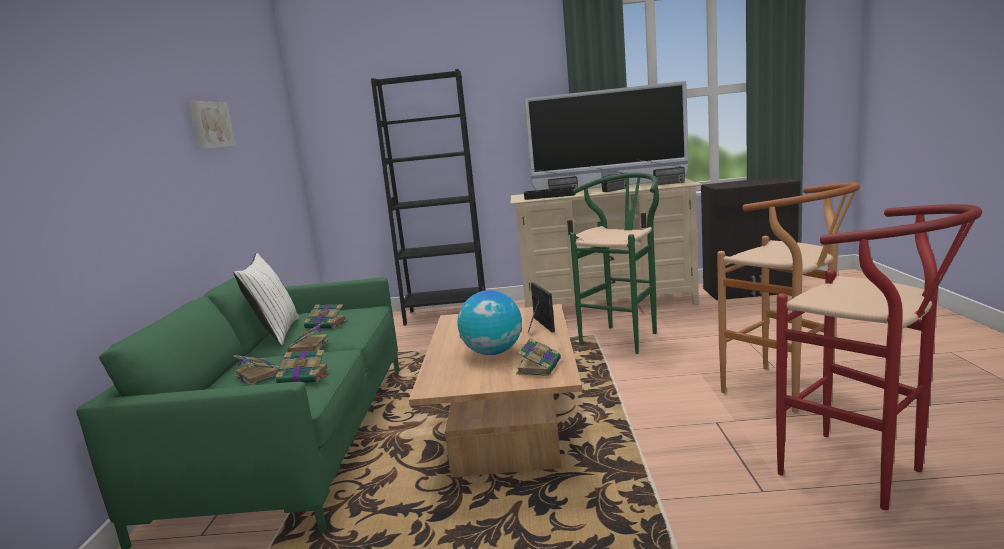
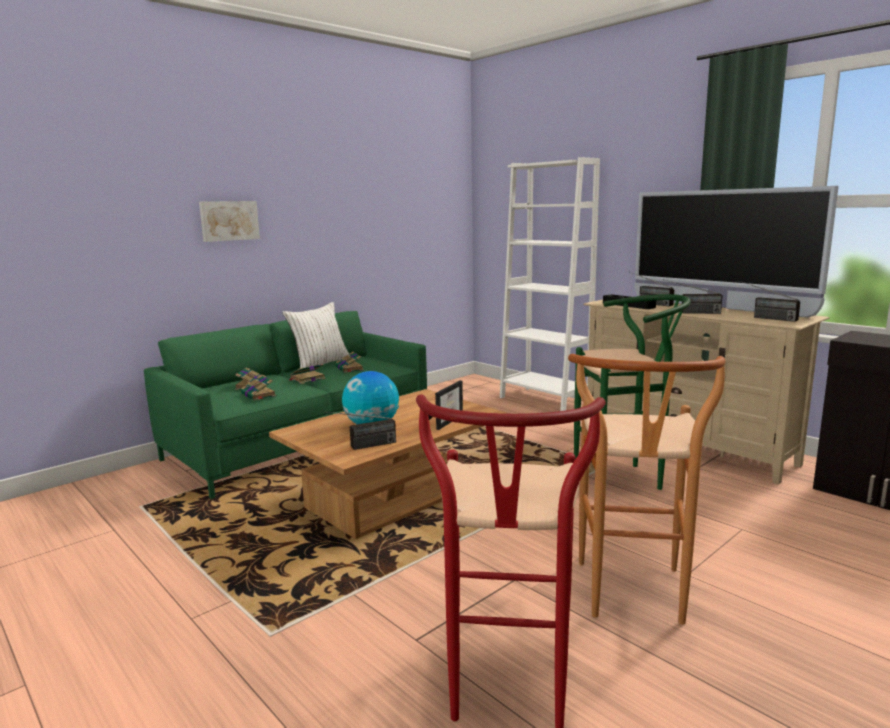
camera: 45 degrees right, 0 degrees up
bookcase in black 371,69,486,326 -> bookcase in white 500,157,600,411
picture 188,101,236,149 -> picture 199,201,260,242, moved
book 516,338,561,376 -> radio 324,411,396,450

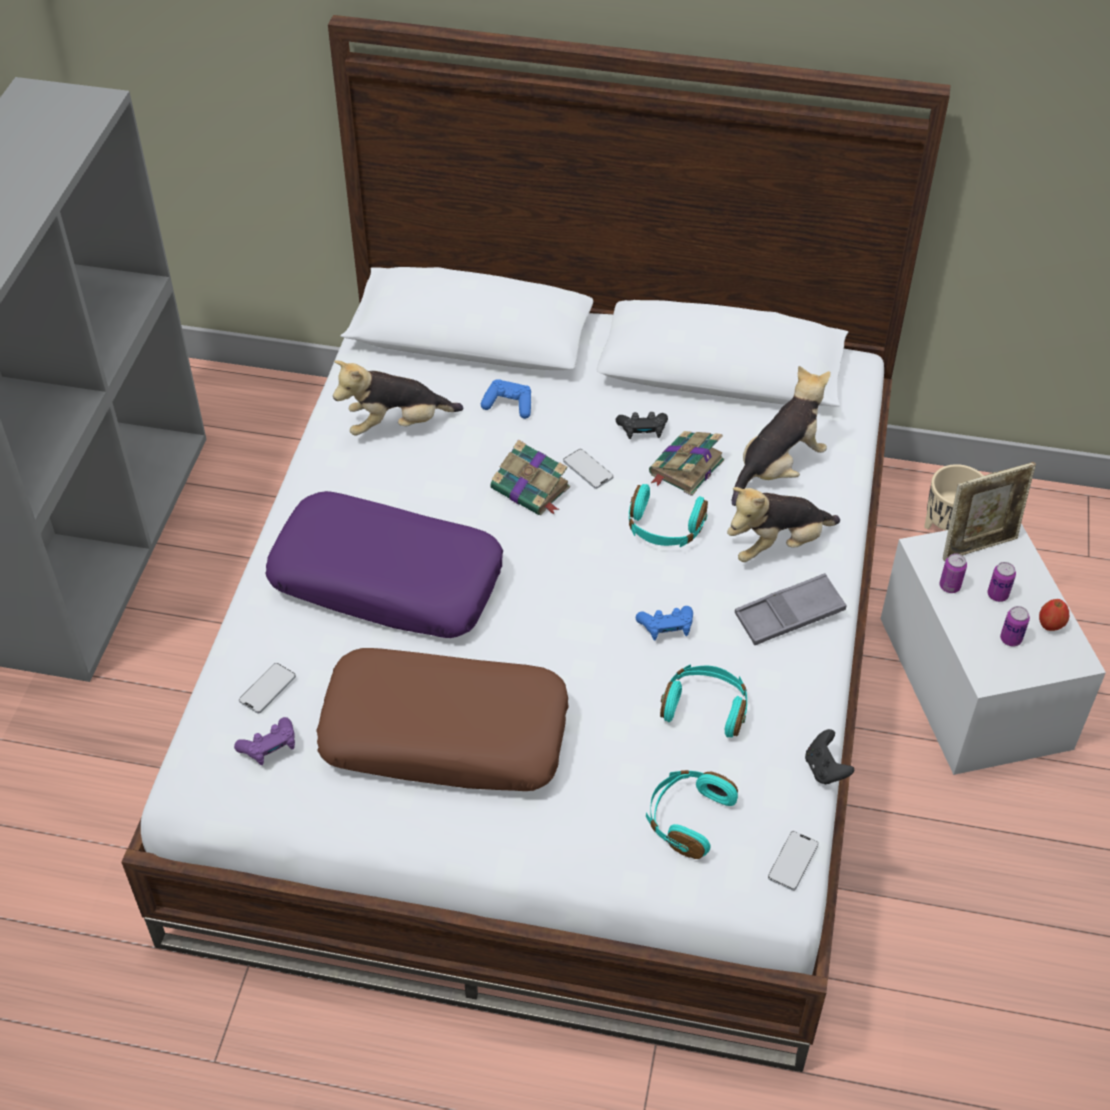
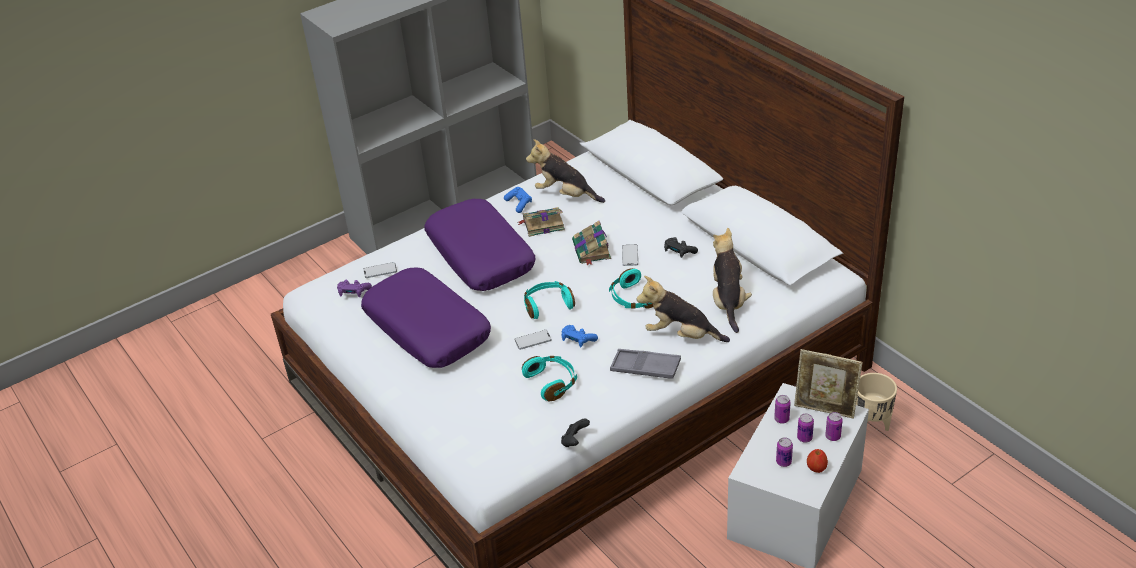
camera: 45 degrees right, 10 degrees down
plush toy 732,366,831,506 -> plush toy 713,228,752,333, 90 degrees counterclockwise
game controller in blue 481,379,531,419 -> game controller in blue 504,187,532,213, moved
book 649,431,724,496 -> book 518,207,565,237, moved
pillow in brown 316,648,569,791 -> pillow in purple 361,267,491,368
headphones in turquoise 646,770,738,859 -> headphones in turquoise 524,281,575,319, moved
phone 768,831,819,891 -> phone 514,330,552,350, moved
none -> can 825,412,843,441

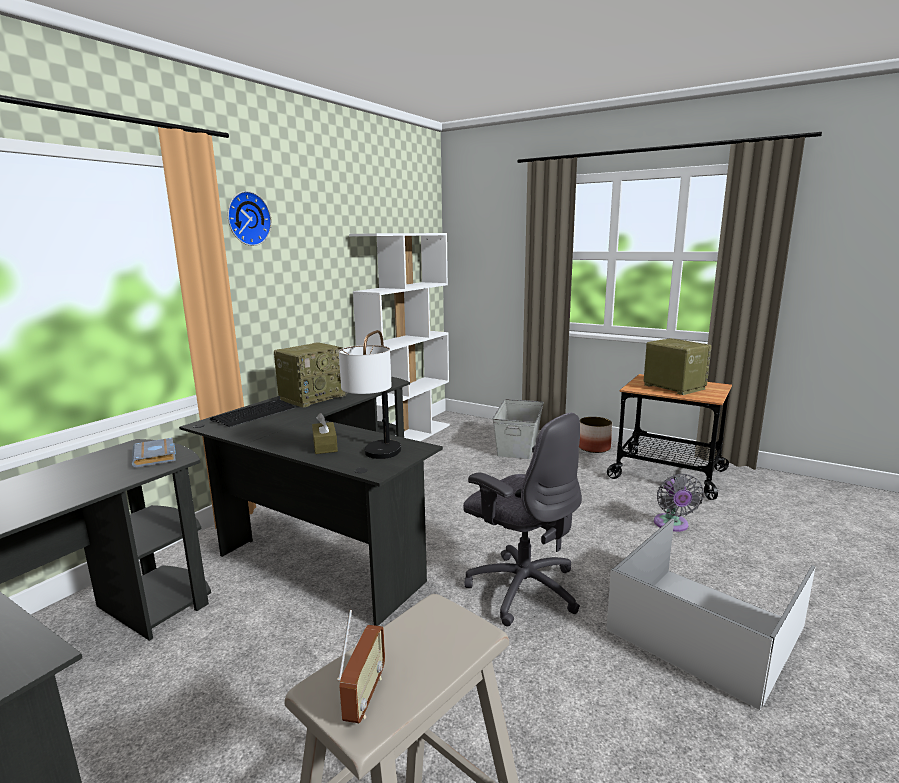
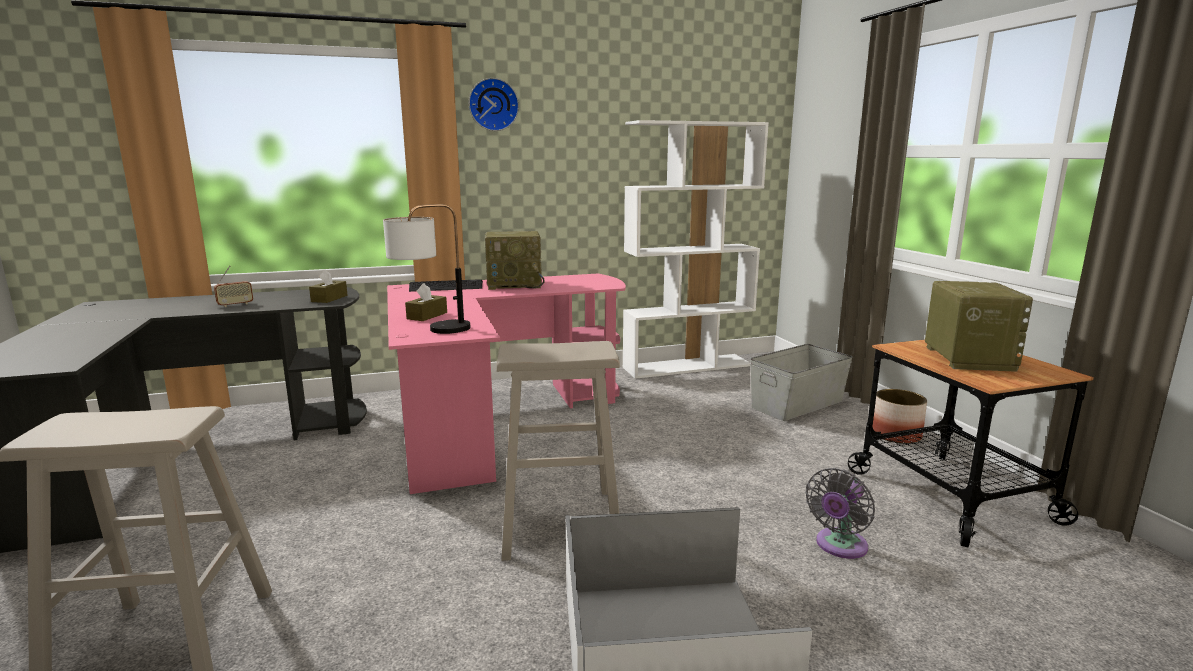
camera: 40 degrees right, 0 degrees up
desk in black 179,377,443,626 -> desk in pink 387,274,626,494
office chair in grey 463,413,582,626 -> stool in beige 497,341,620,561
book in grey 132,438,176,468 -> tissue box in brown 309,269,347,303
radio 337,610,385,723 -> radio 214,266,253,307, moved

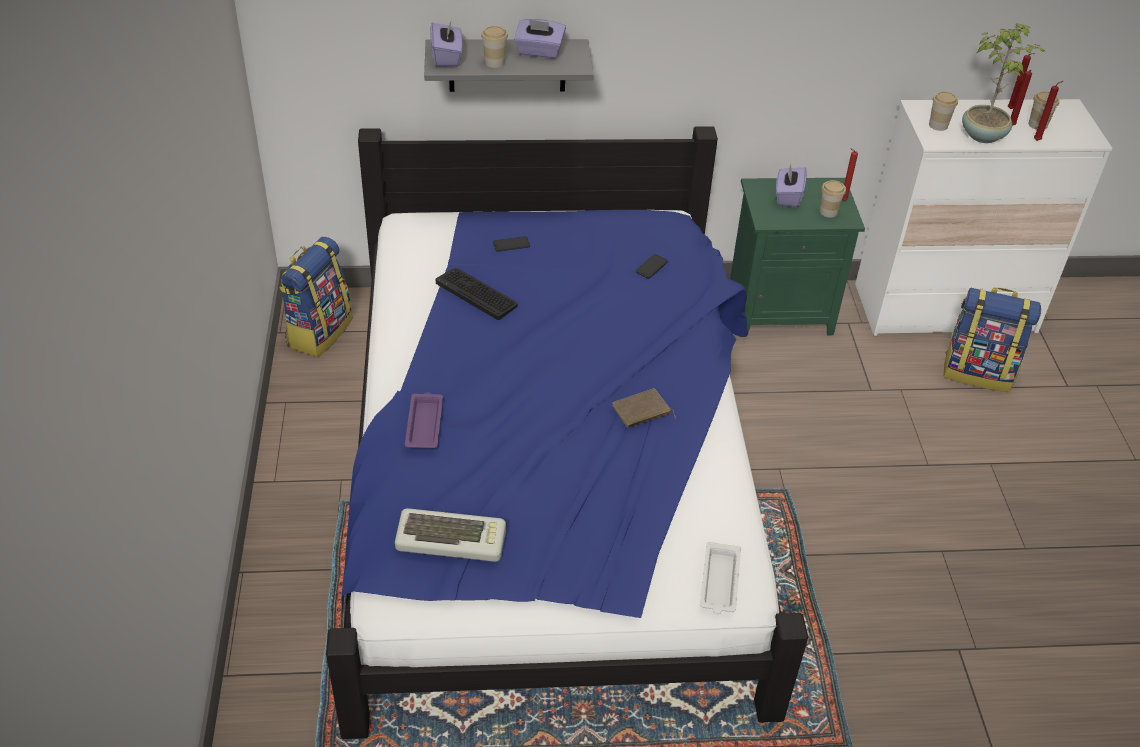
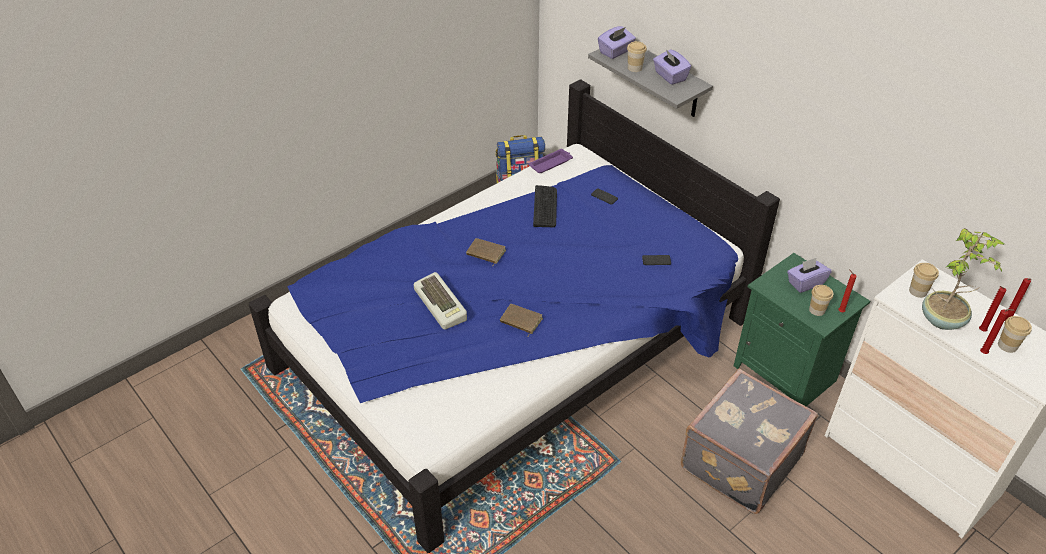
camera: 55 degrees right, 0 degrees up
backpack 944,287,1041,392 -> none
tray in purple 405,393,443,448 -> tray in purple 528,149,573,173, moved
keyboard 395,508,506,562 -> keyboard 414,272,467,330, moved
tray in white 700,542,741,614 -> none
none -> book in brown 466,238,506,265
none -> suitcase in grey 681,369,818,514

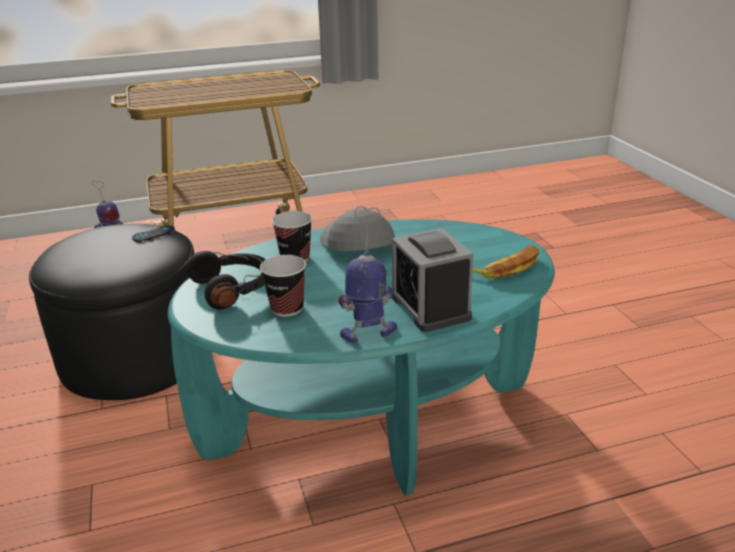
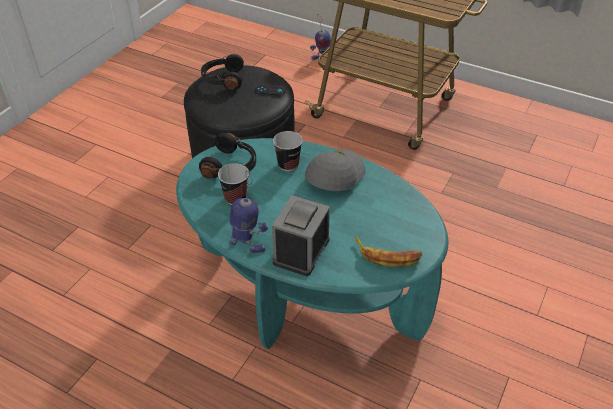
camera: 45 degrees right, 15 degrees up
none -> headphones in black 201,54,244,90

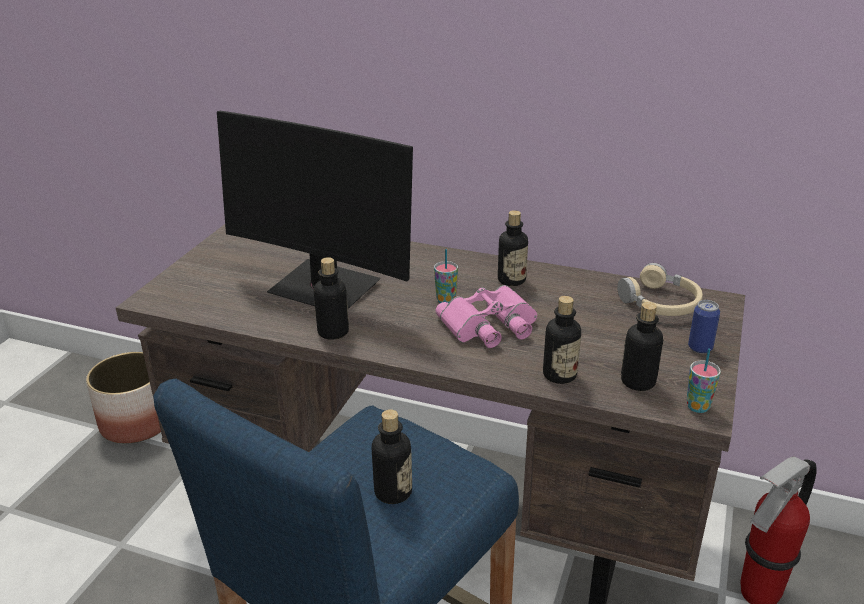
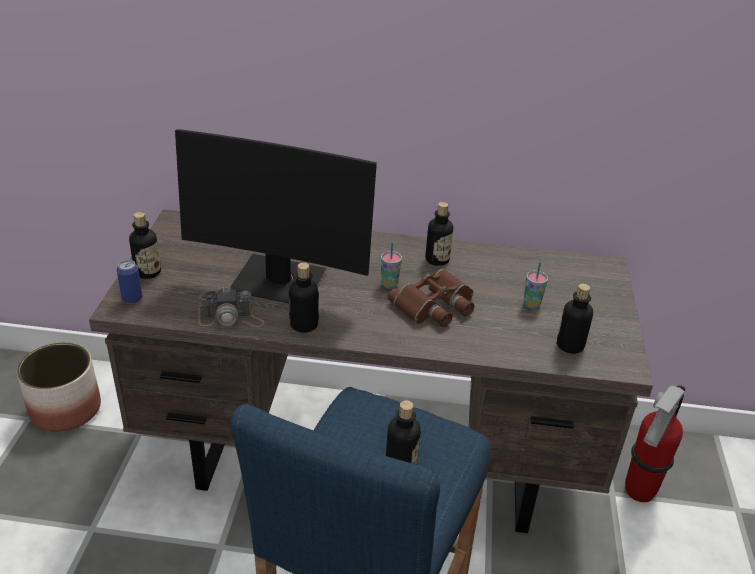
camera: 15 degrees left, 5 degrees up
headphones in beige 617,263,703,316 -> none
binoculars in pink 436,285,537,348 -> binoculars in brown 388,269,474,327
bottle 543,296,581,384 -> bottle 129,212,161,279, moved
can 688,300,720,354 -> can 117,260,143,304, moved
cup 686,349,721,413 -> cup 524,262,548,309, moved
none -> photo camera 198,287,264,327

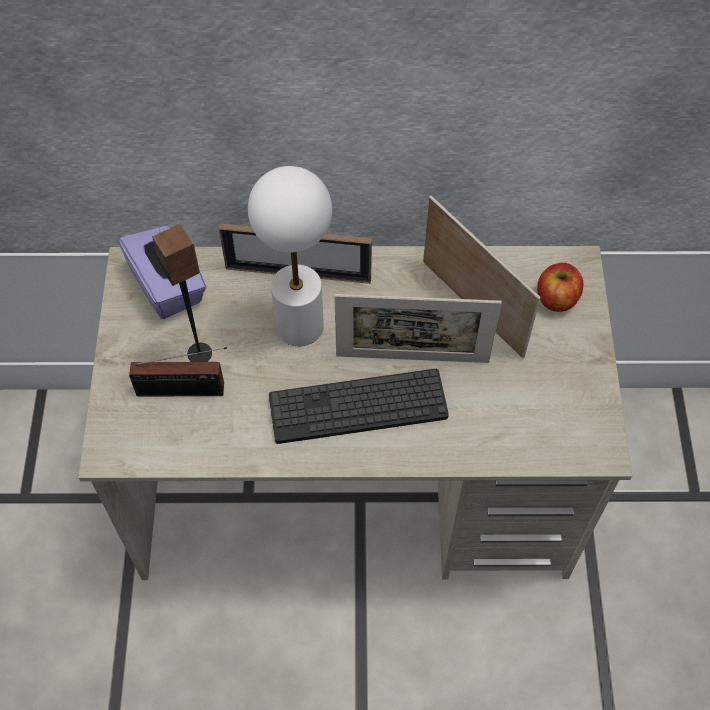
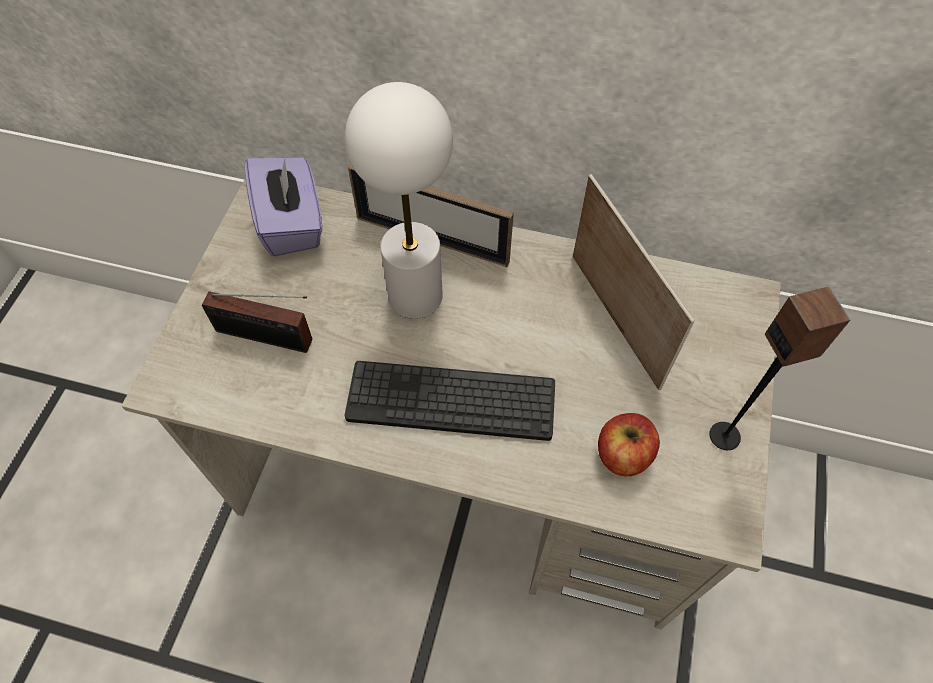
camera: 15 degrees right, 0 degrees up
speaker 152,224,212,362 -> speaker 709,287,850,450, moved
apple 537,263,583,312 -> apple 598,413,660,476, moved
picture frame 334,294,502,363 -> none

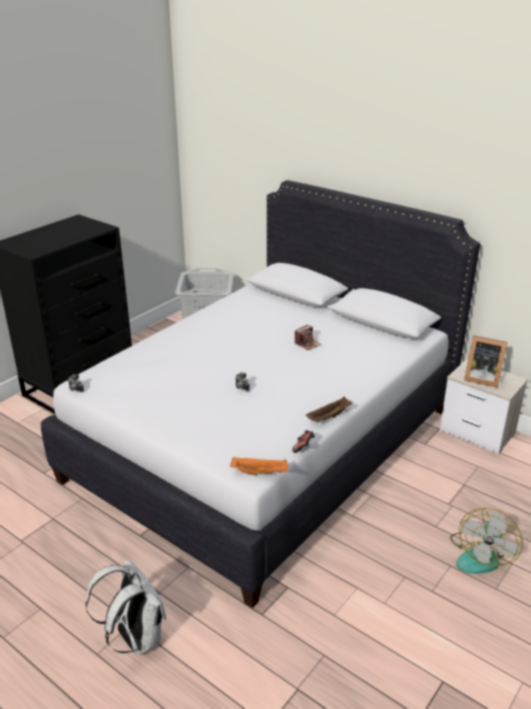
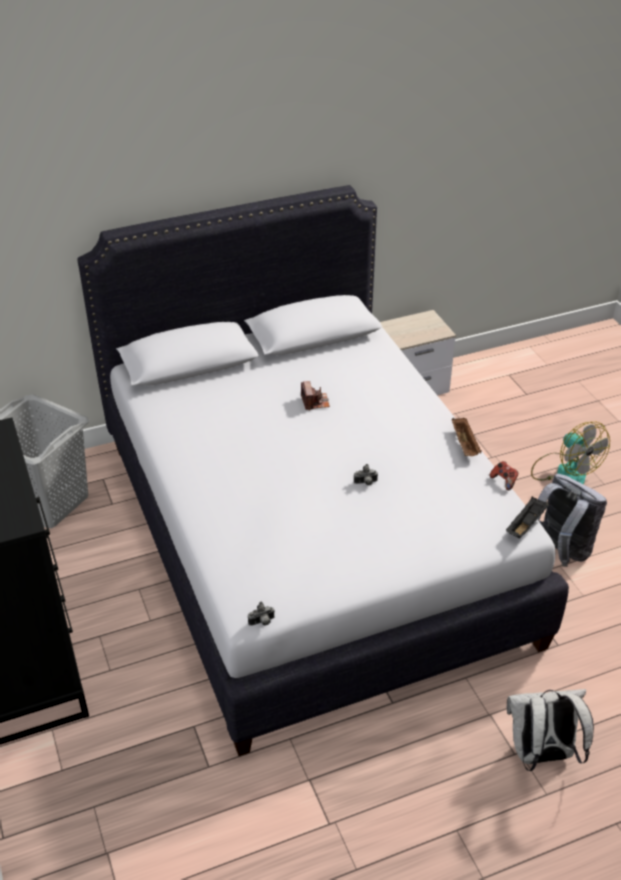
camera: 60 degrees left, 10 degrees up
picture frame 464,335,507,388 -> none
tray in orange 230,457,288,476 -> tray in black 506,497,551,538
none -> backpack in grey 538,473,607,567

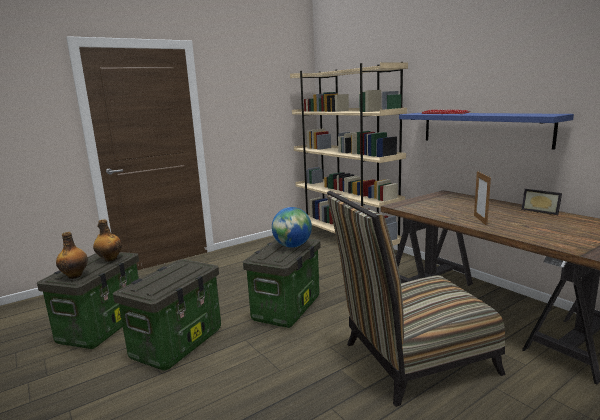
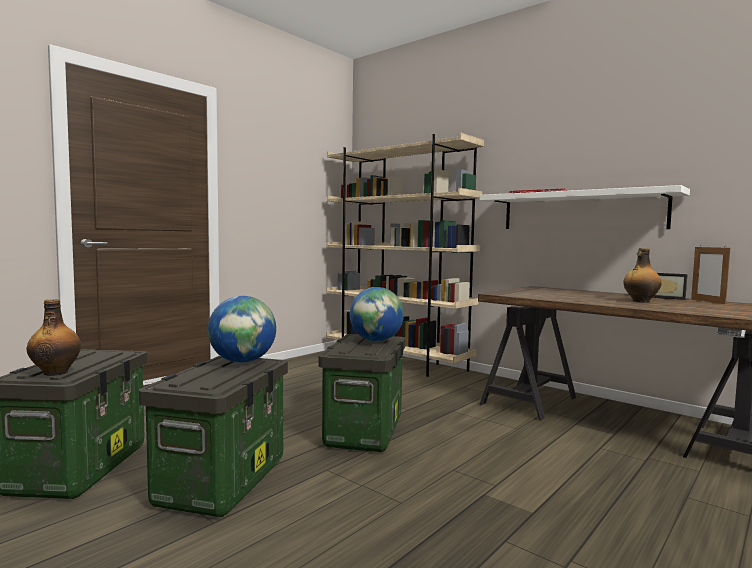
camera: 15 degrees left, 10 degrees down
shelf in blue 399,113,574,150 -> shelf in white 480,185,690,229
picture frame 474,171,491,226 -> picture frame 691,246,730,304, moved
chair 327,191,506,407 -> none
bottle 93,219,122,262 -> bottle 623,248,662,303, moved
none -> globe 208,296,276,363

